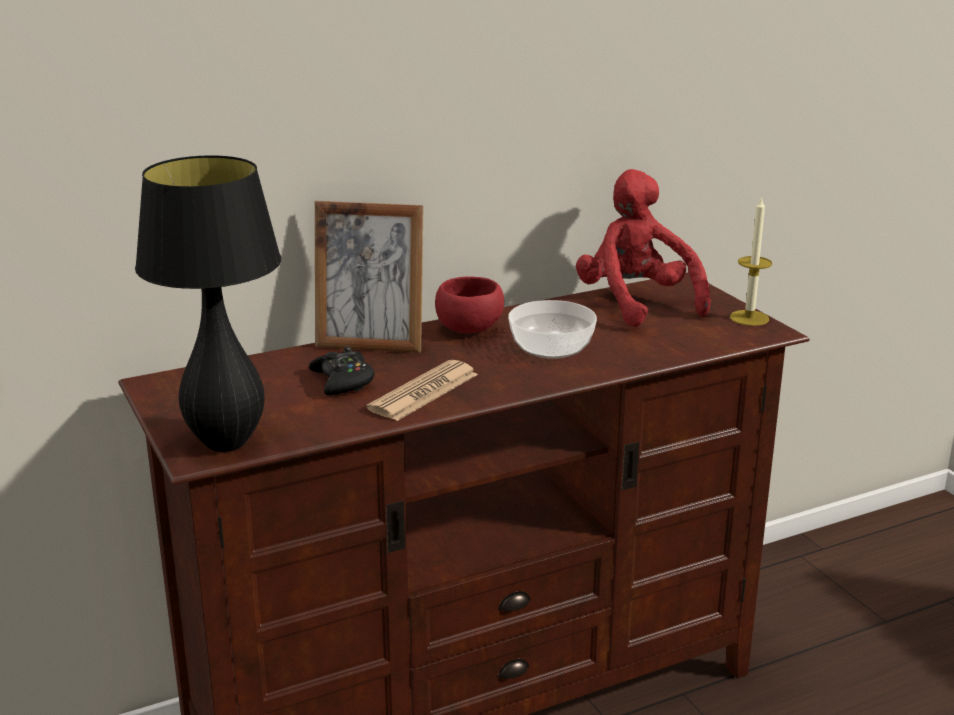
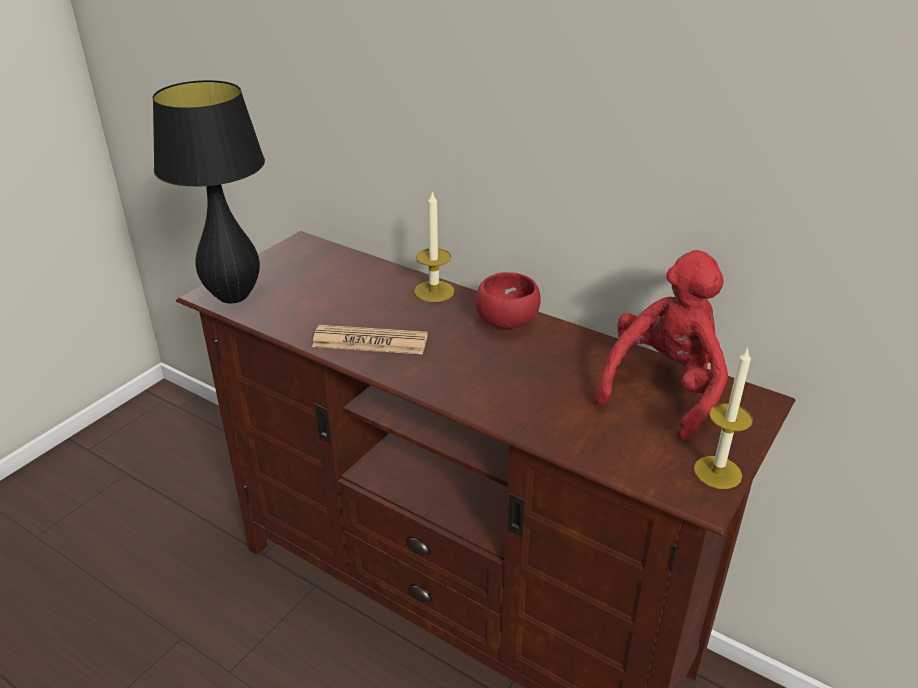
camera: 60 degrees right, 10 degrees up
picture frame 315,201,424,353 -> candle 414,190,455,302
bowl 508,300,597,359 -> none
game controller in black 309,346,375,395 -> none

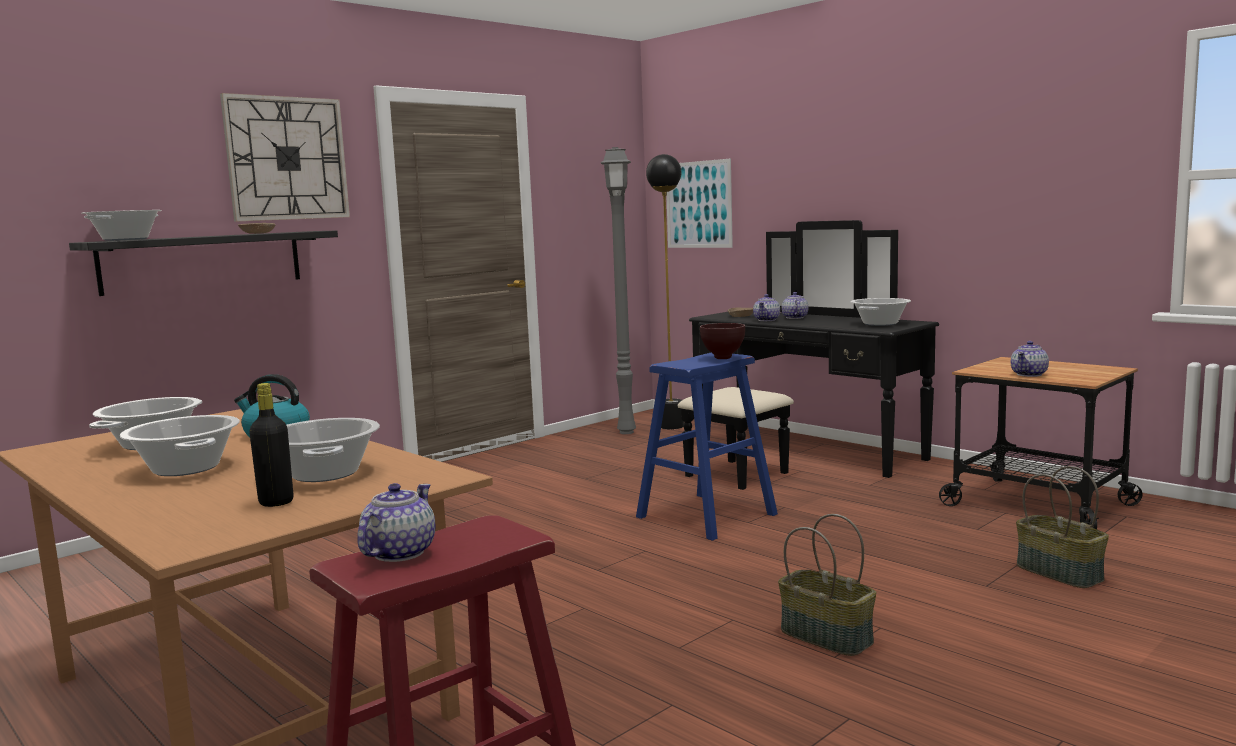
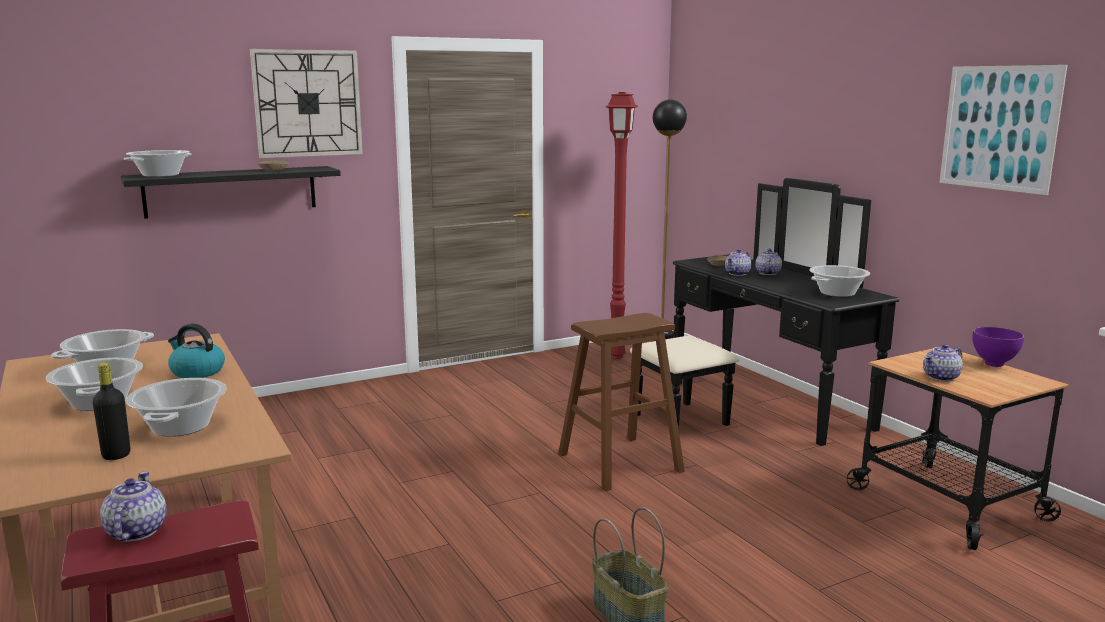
camera: 15 degrees right, 5 degrees up
floor lamp in grey 601,147,636,434 -> floor lamp in red 605,92,638,359
picture 666,159,733,248 -> picture 939,65,1068,195, moved
bowl in brown 700,323,745,359 -> none
stool in blue 636,353,778,541 -> stool in brown 558,313,685,491
basket 1016,466,1109,588 -> none
teapot 357,483,436,562 -> teapot 100,471,167,542, 45 degrees counterclockwise
none -> bowl in purple 973,327,1024,367

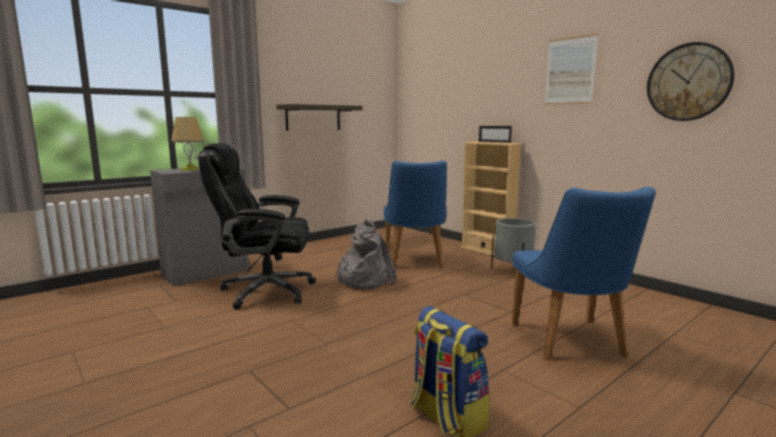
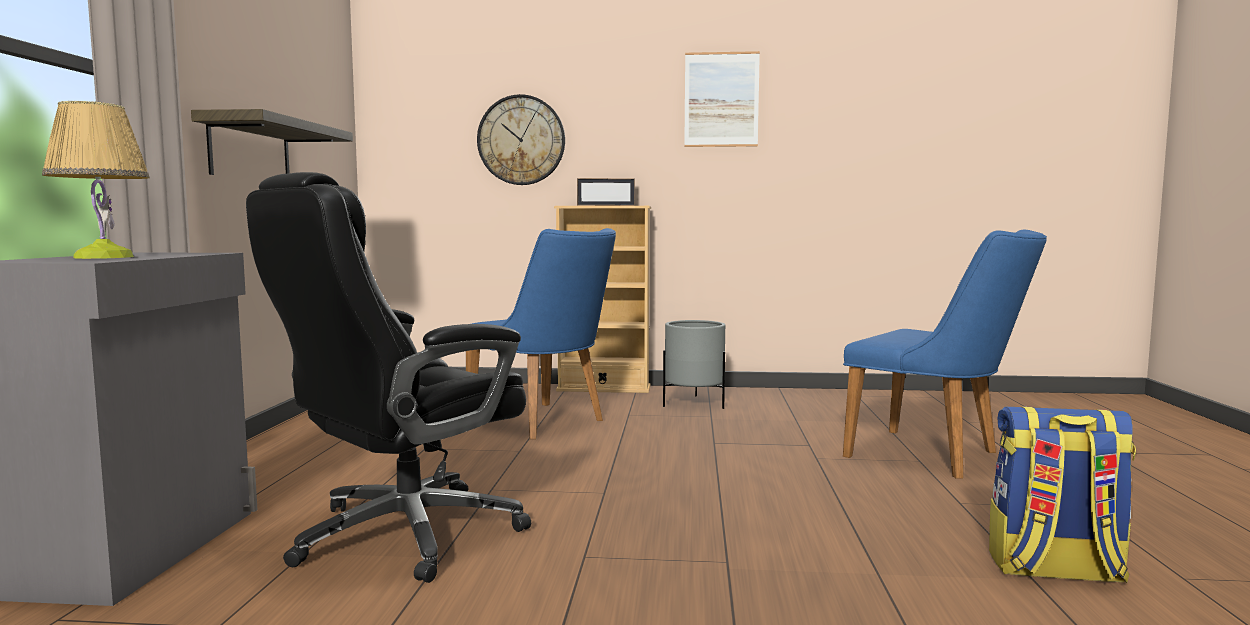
camera: 45 degrees left, 5 degrees down
wall clock 647,42,734,121 -> wall clock 477,94,565,185, moved
backpack in grey 334,219,397,289 -> none

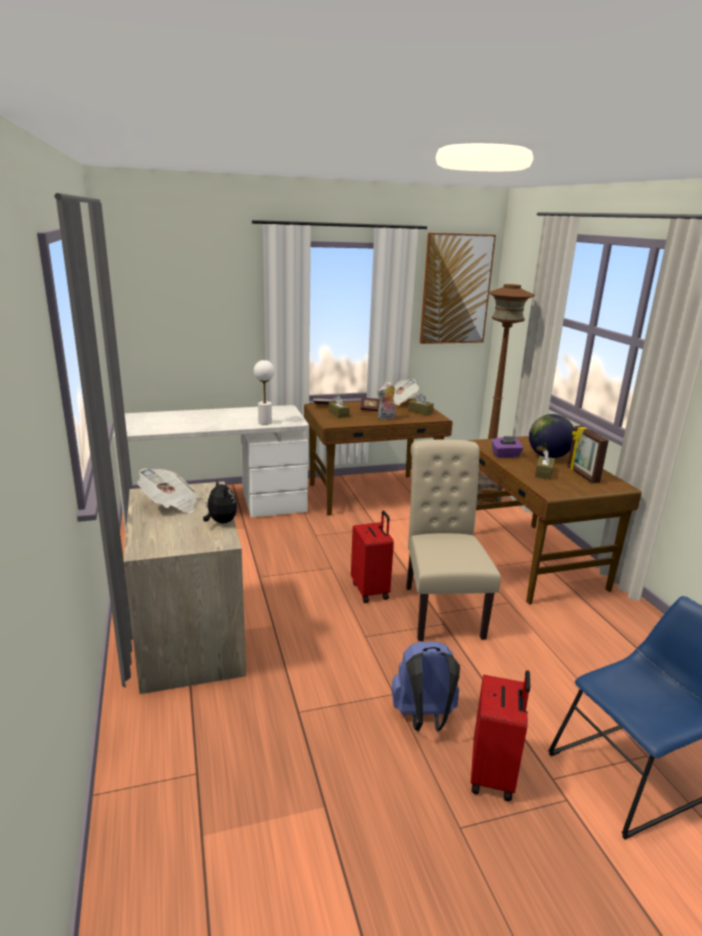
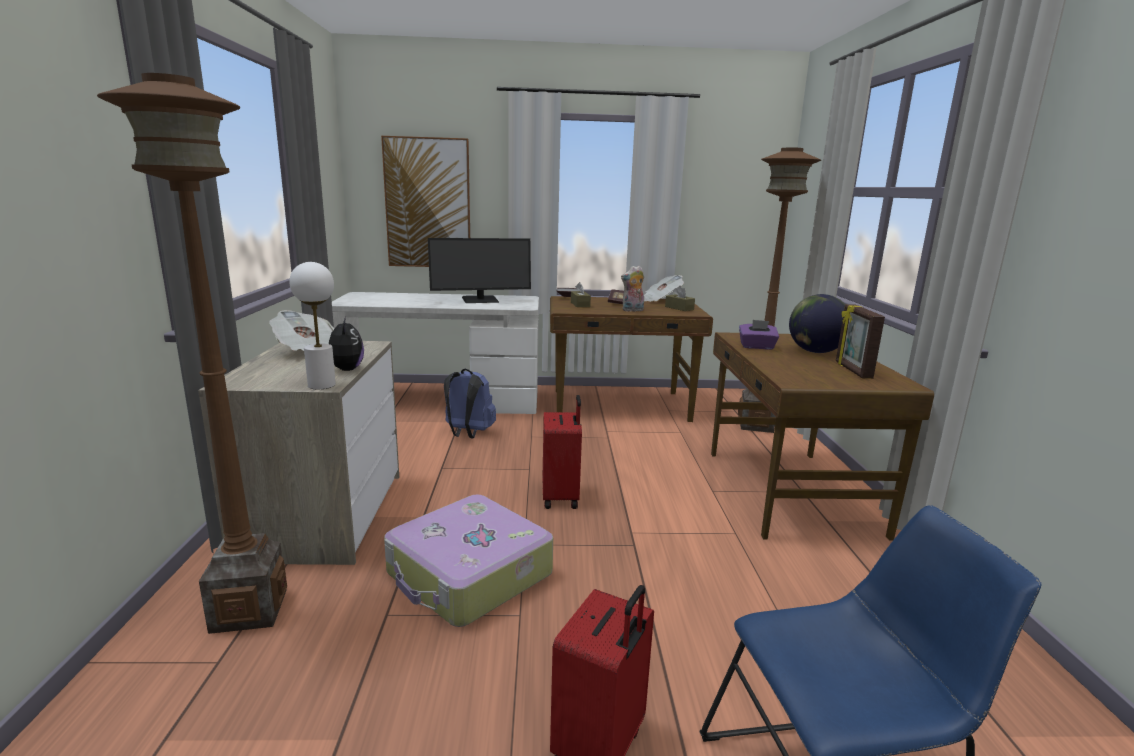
camera: 15 degrees right, 5 degrees down
picture 420,233,496,344 -> picture 381,136,470,267, moved
table lamp in white 254,360,275,425 -> table lamp in white 290,262,336,389, moved
chair in beige 406,440,501,641 -> none
tissue box in brown 535,450,555,480 -> none
backpack in blue 392,642,460,731 -> backpack in blue 444,368,496,439, moved
none -> floor lamp in brown 97,73,287,634
none -> monitor 428,238,531,303
none -> suitcase 384,495,553,627

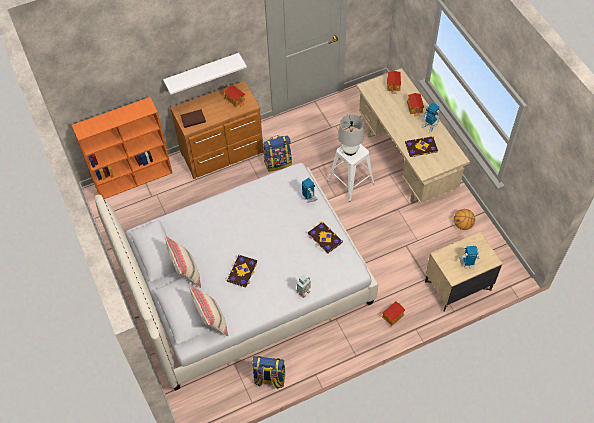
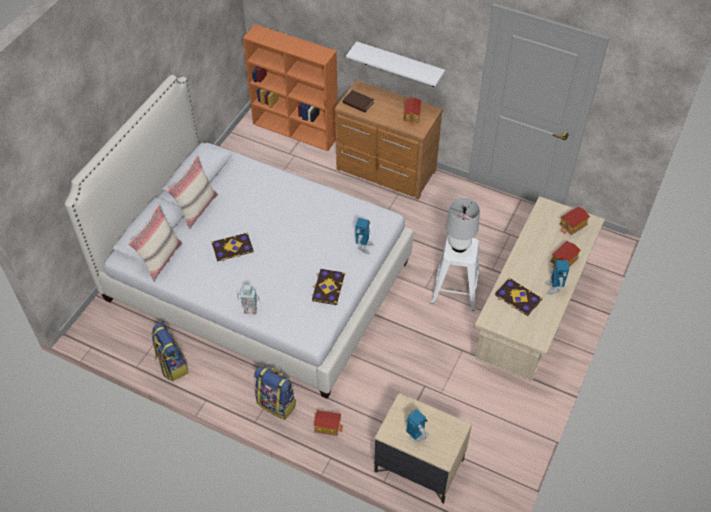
camera: 50 degrees right, 5 degrees down
backpack 263,135,292,172 -> backpack 254,366,296,420, moved
basketball 454,209,475,230 -> none

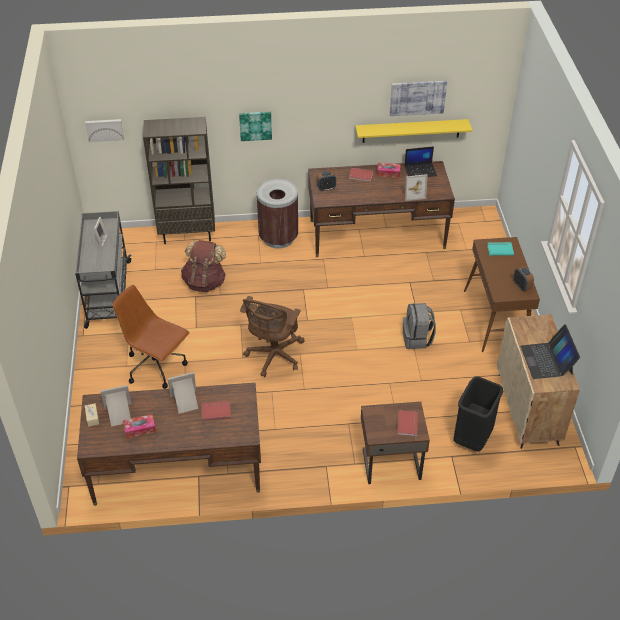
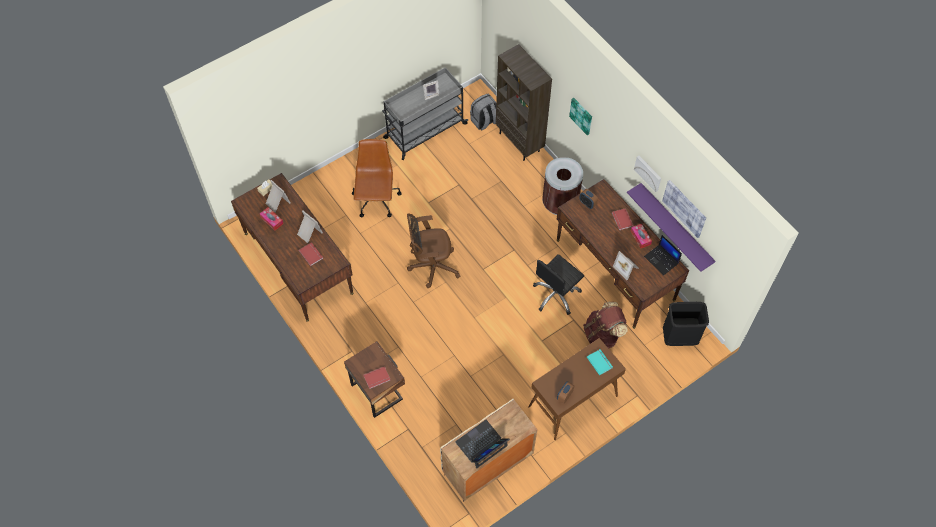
camera: 60 degrees right, 15 degrees up
picture 85,119,124,142 -> picture 634,156,661,192, moved
shelf in yellow 355,119,472,143 -> shelf in purple 627,183,716,272
backpack in brown 181,240,226,292 -> backpack in brown 583,302,628,348, moved
backpack in grey 403,303,436,349 -> backpack in grey 470,94,496,130, moved
trash can in black 454,376,503,452 -> trash can in black 663,302,709,346, moved
none -> office chair in black 533,254,584,315

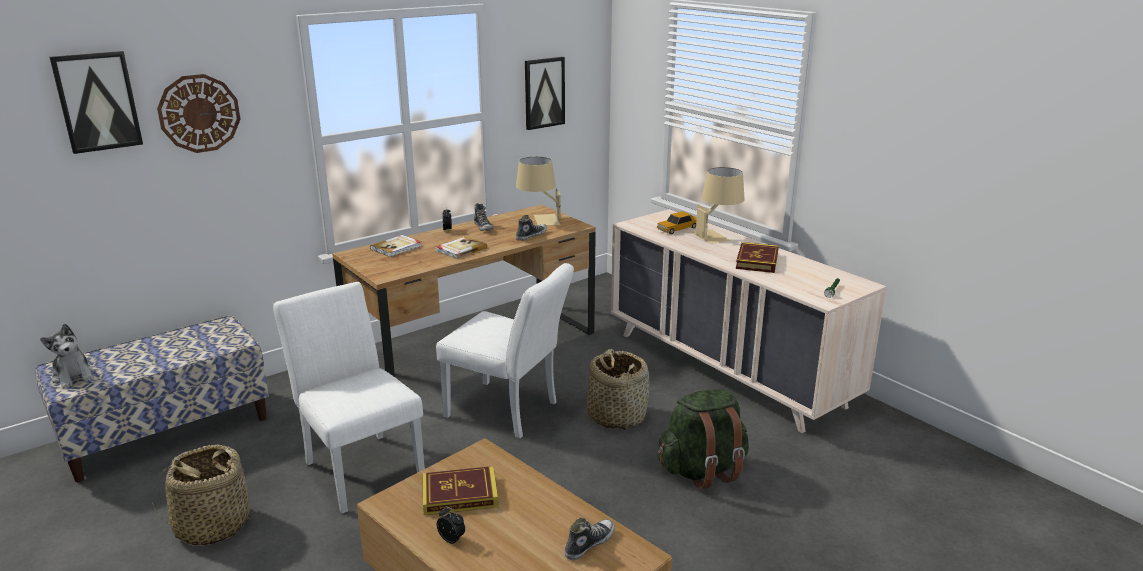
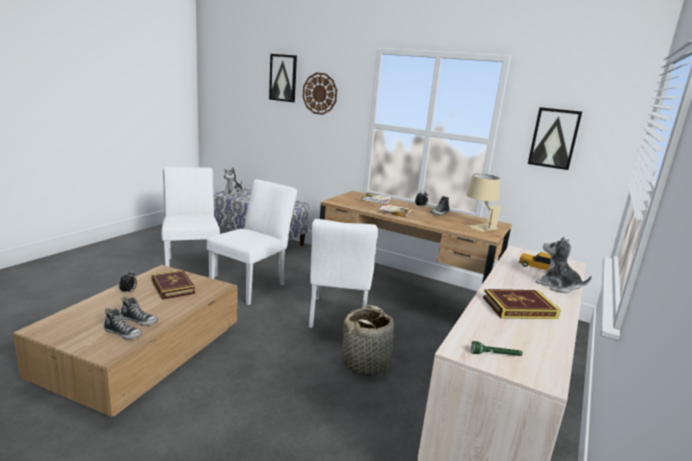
camera: 65 degrees right, 5 degrees down
table lamp in beige 692,167,745,244 -> plush toy 536,236,592,293
shoe 516,215,547,241 -> shoe 121,297,158,326, moved
backpack in green 658,389,749,489 -> none
basket 151,444,259,546 -> chair in white 161,167,220,277

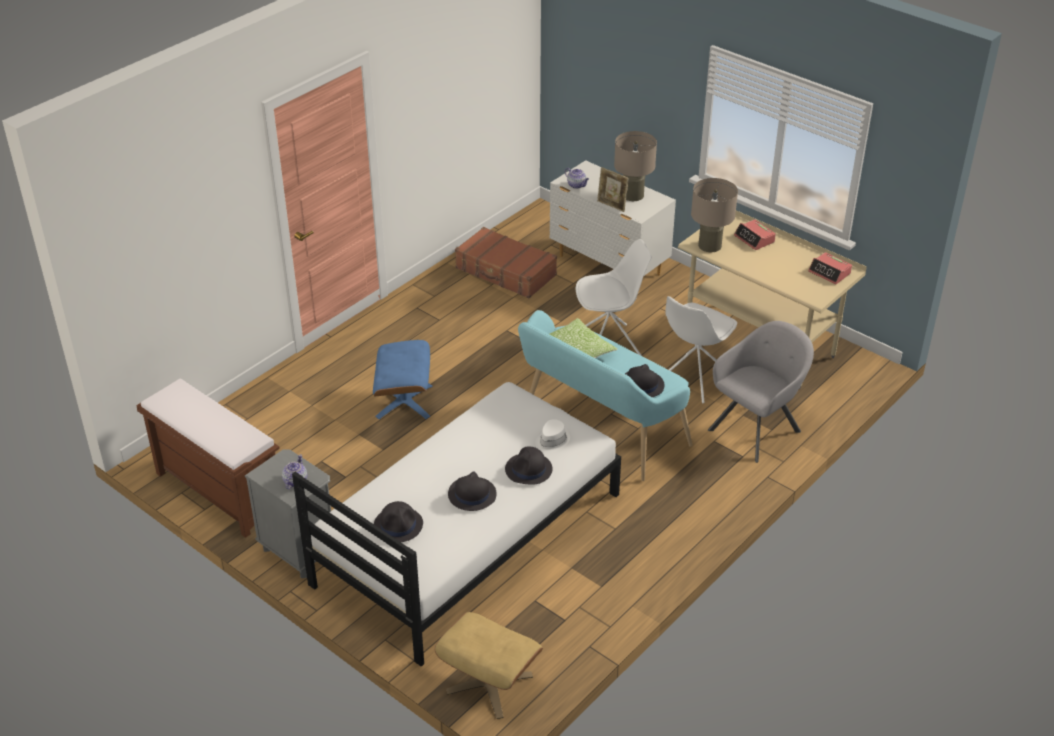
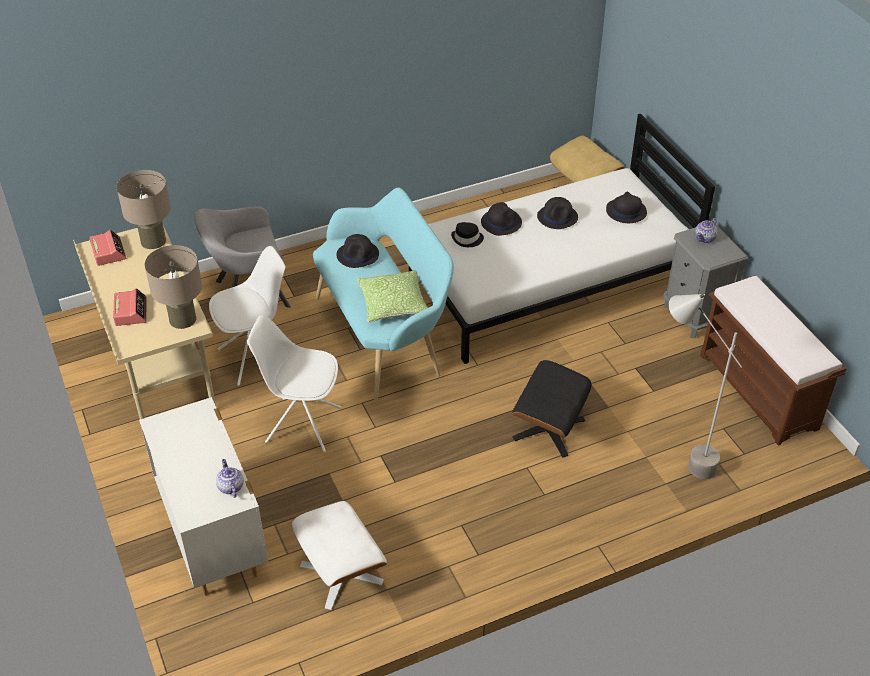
camera: 155 degrees left, 5 degrees up
table lamp in beige 614,131,657,201 -> table lamp in beige 117,170,171,249, moved
picture frame 597,167,629,212 -> none
suitcase in brown 455,227,557,298 -> ottoman in white 292,501,387,610
ottoman in blue 373,340,432,419 -> ottoman in black 512,360,592,458
hat in white 535,419,570,453 -> hat in black 451,222,484,247
none -> floor lamp in grey 669,294,742,479

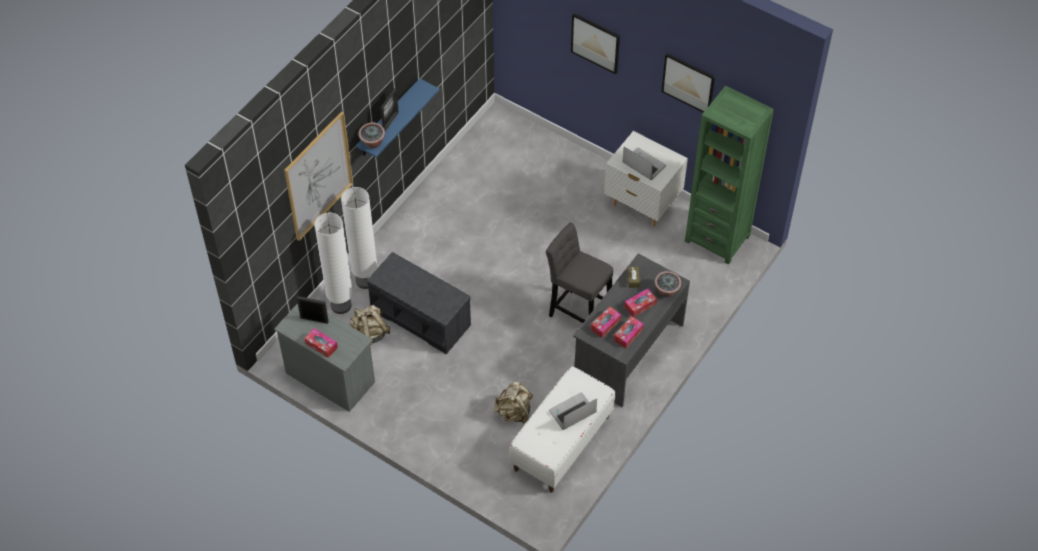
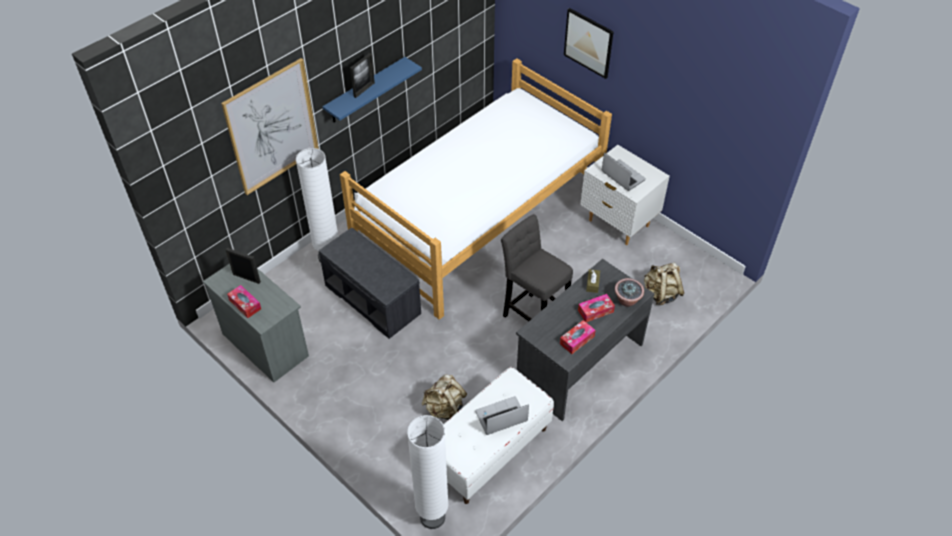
camera: 10 degrees right, 5 degrees down
picture 661,53,715,113 -> none
bookcase in green 685,86,774,264 -> none
potted plant 359,123,385,148 -> none
floor lamp in white 314,213,353,314 -> floor lamp in white 407,415,449,529, moved
backpack in beige 350,305,390,345 -> backpack in beige 644,262,684,305, moved
tissue box 591,307,621,338 -> none
none -> bed 340,58,612,320

